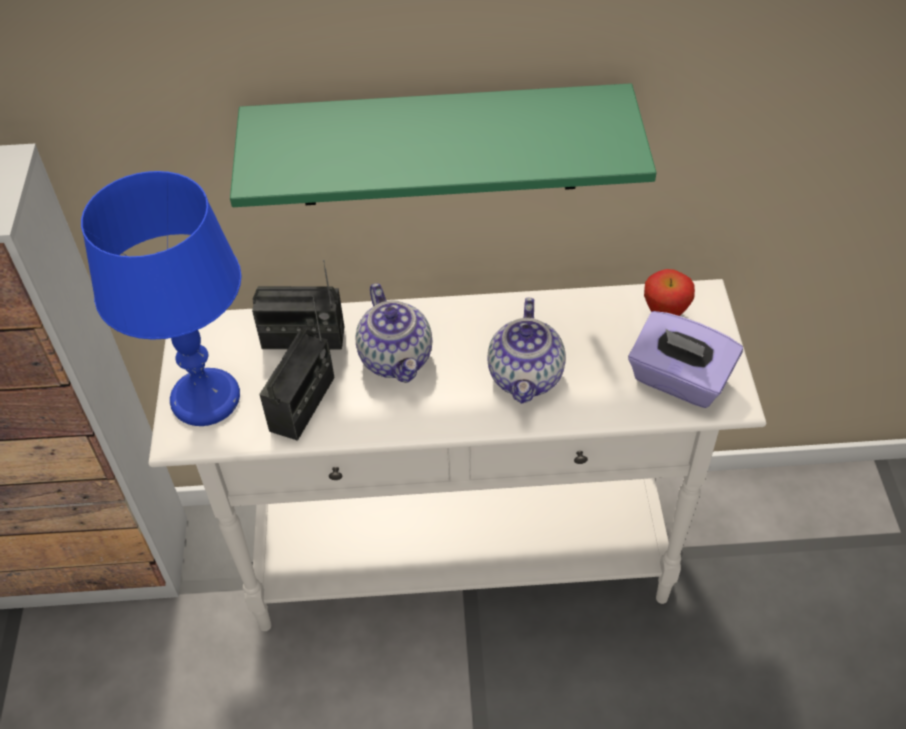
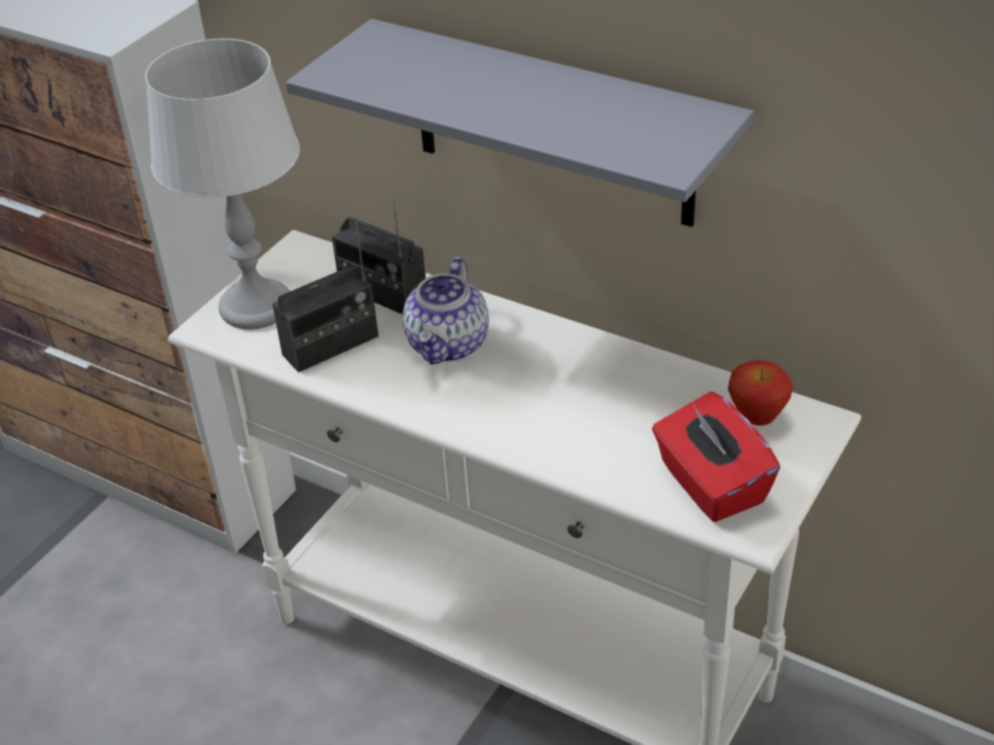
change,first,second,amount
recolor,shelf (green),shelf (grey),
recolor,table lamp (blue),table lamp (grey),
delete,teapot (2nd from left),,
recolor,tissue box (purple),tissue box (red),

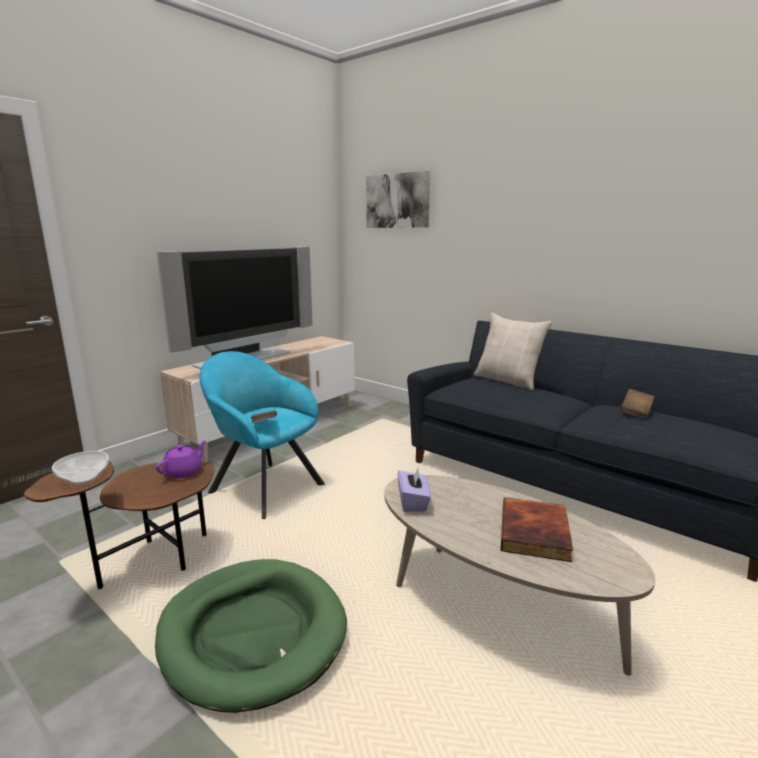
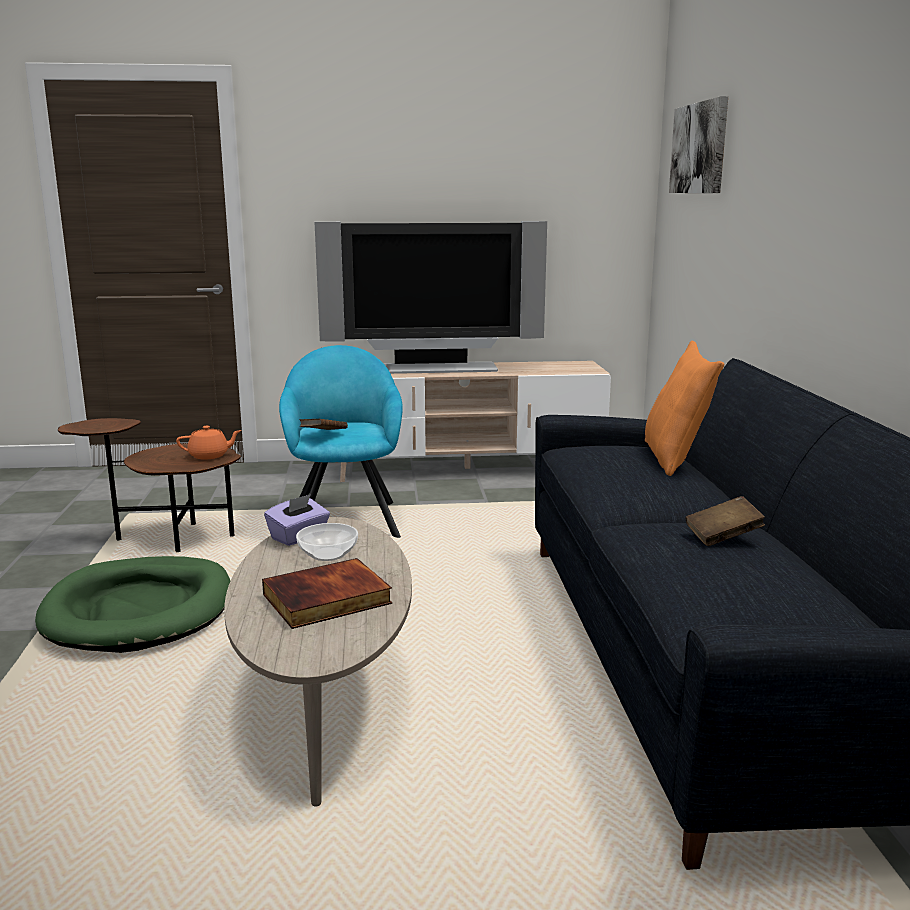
change,first,second,amount
recolor,pillow (beige),pillow (orange),
recolor,teapot (purple),teapot (orange),
move,bowl,,

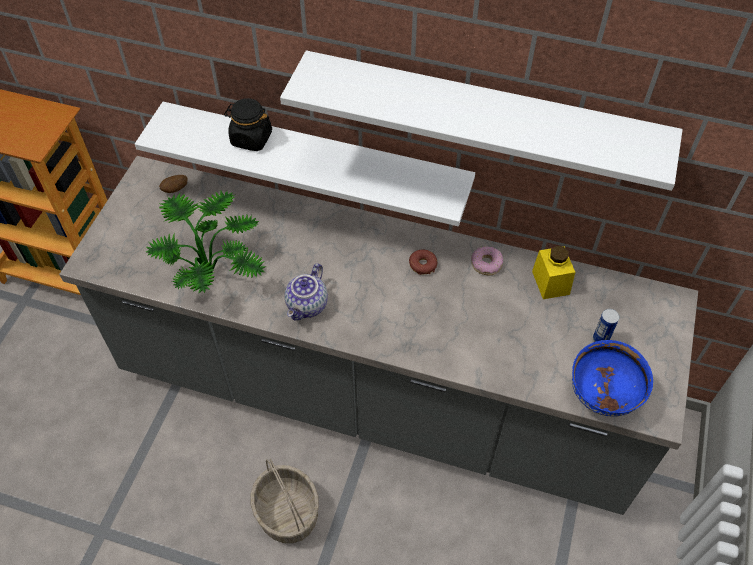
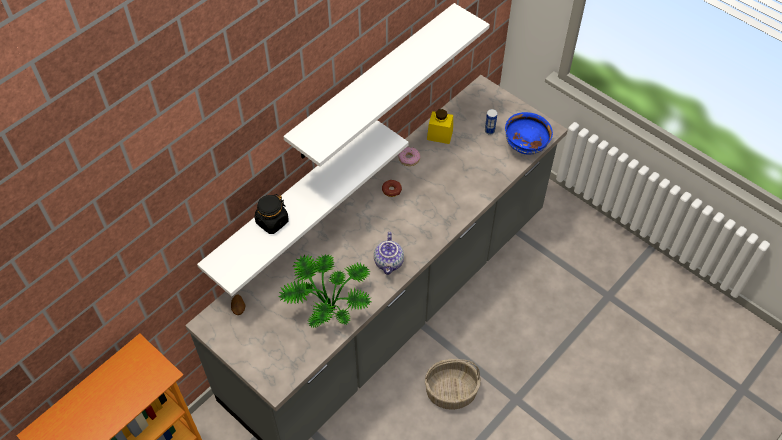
change,first,second,amount
rotate,teapot,,45 degrees clockwise

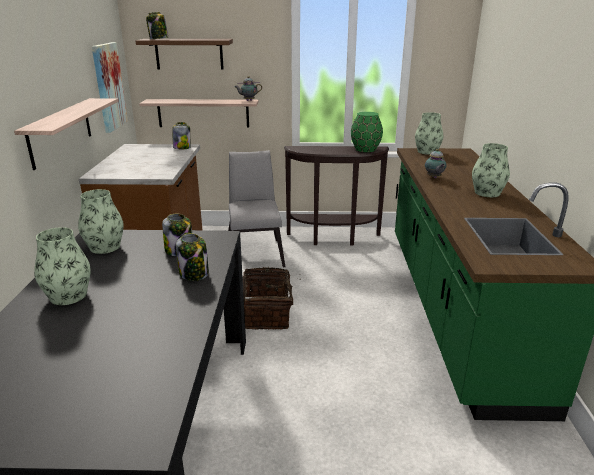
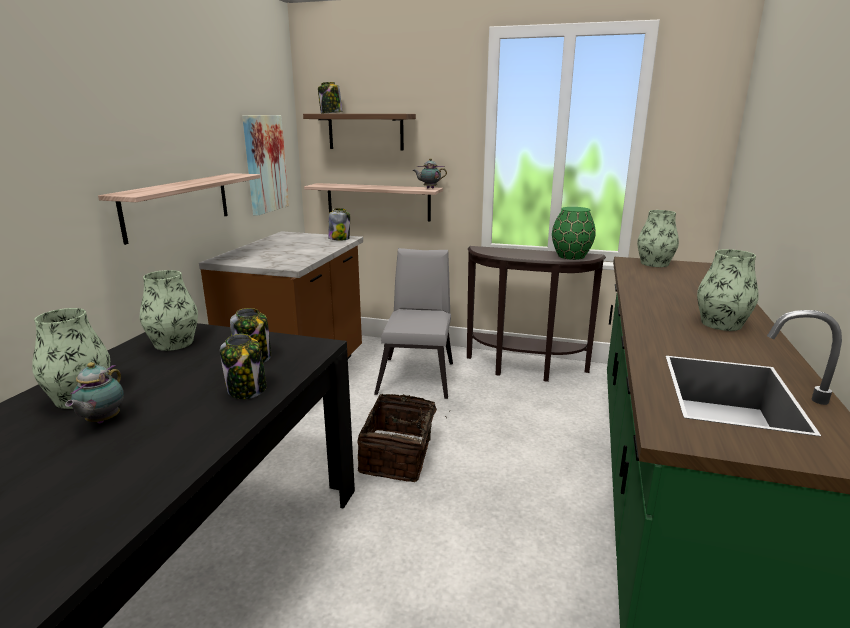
change,first,second,amount
move,teapot (2nd from left in the first image),teapot (1st from left),

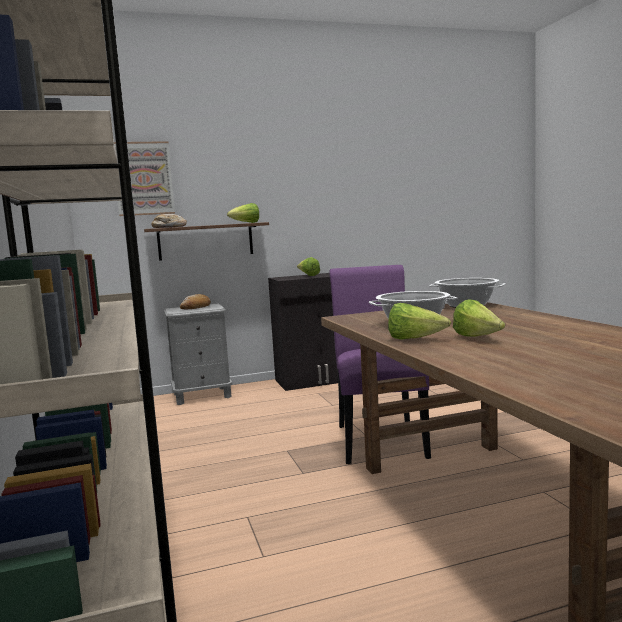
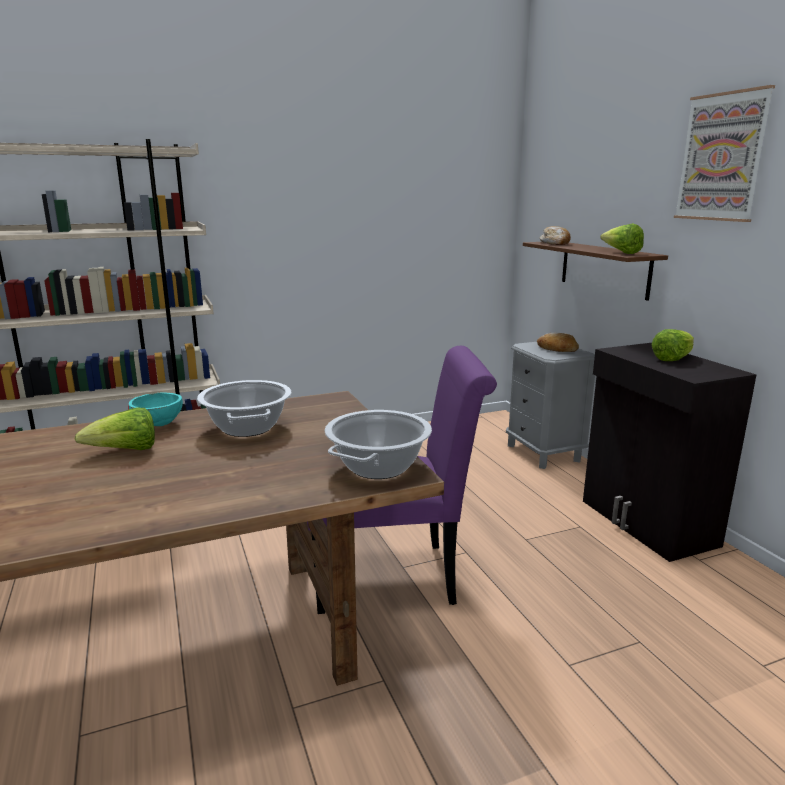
change,first,second,amount
move,picture,,
replace,lettuce (3rd from left),bowl (turquoise),

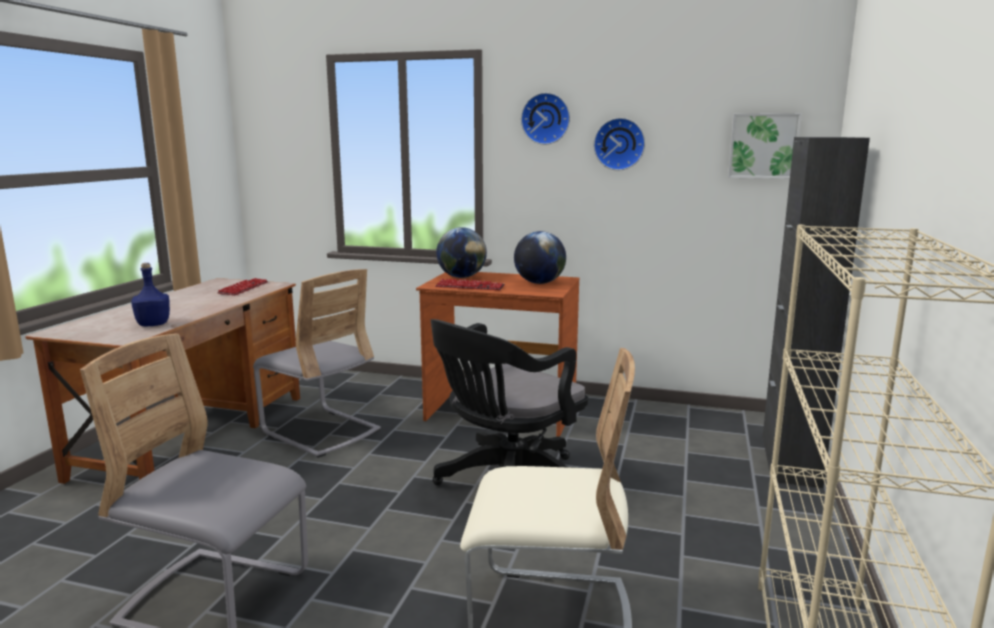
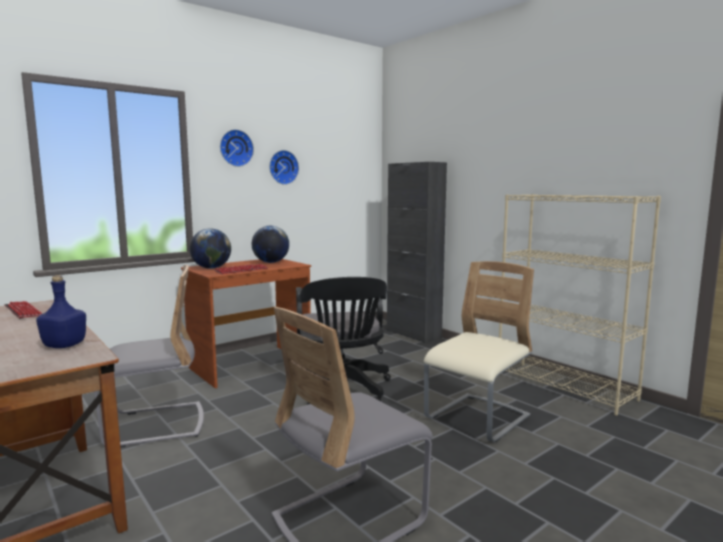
change,first,second,amount
delete,picture,,

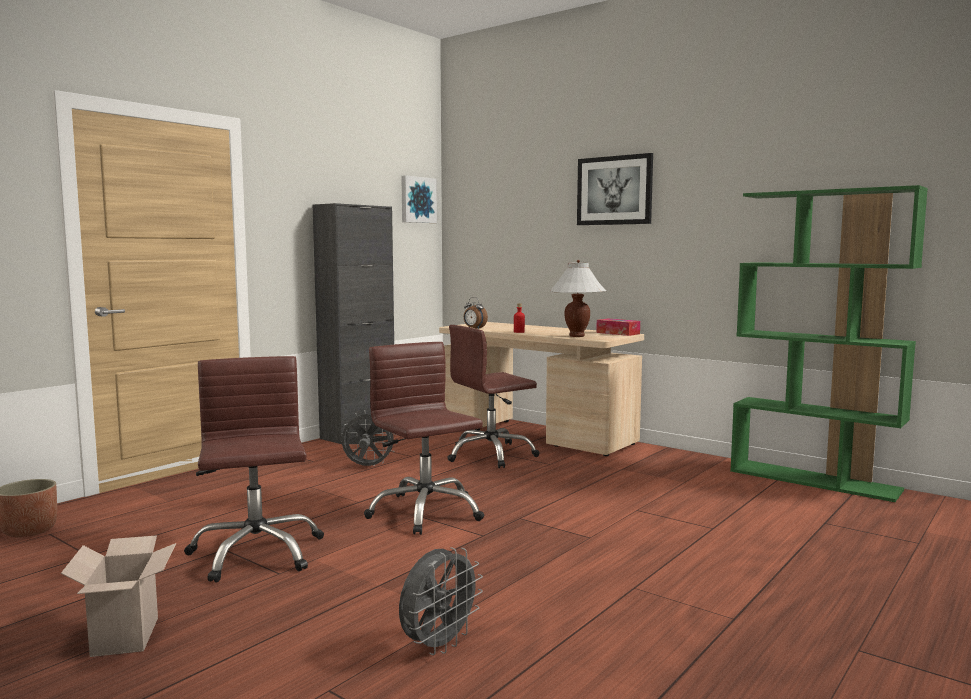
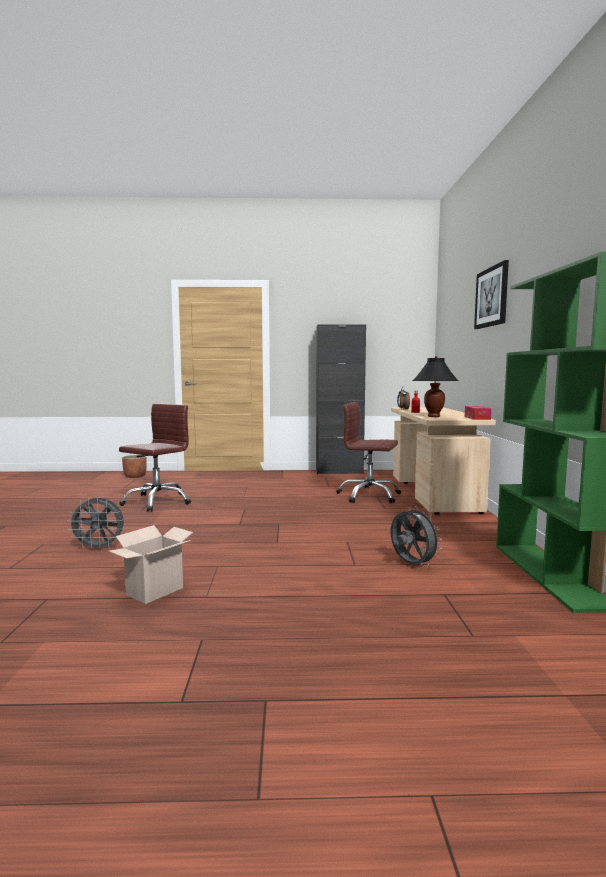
change,first,second,amount
delete,picture (1st from left),,
recolor,table lamp (white),table lamp (black),
delete,office chair (brown) (2nd from left),,
move,fan (grey) (1st from left in the first image),fan (grey) (2nd from left),
move,cardboard box,,

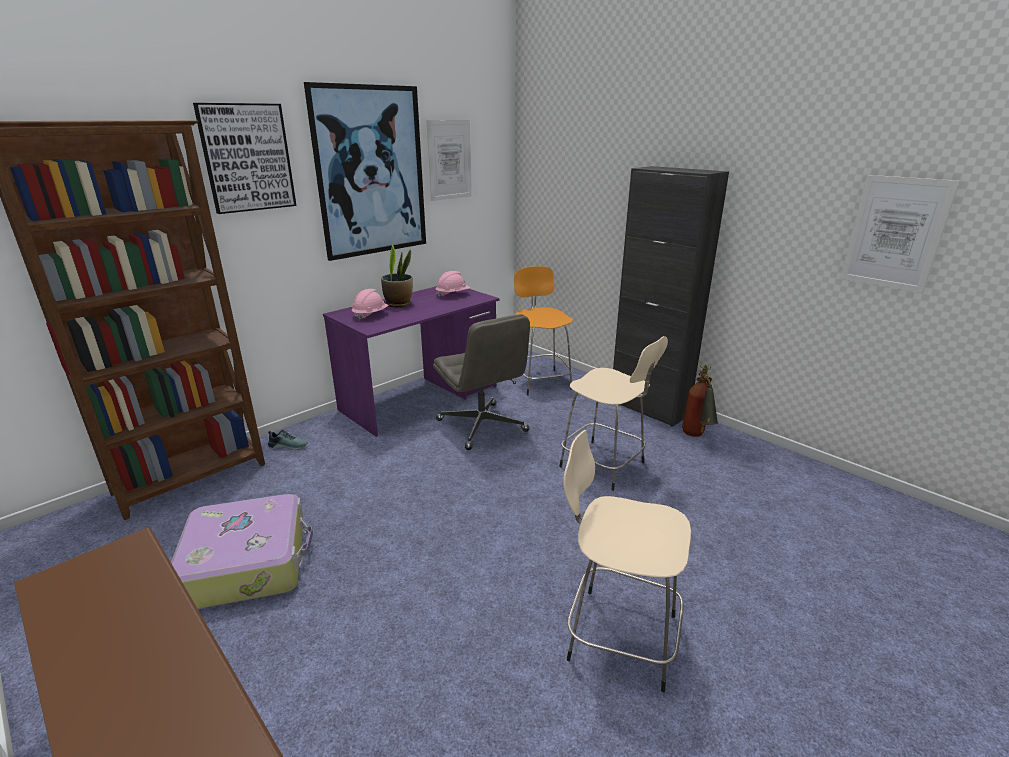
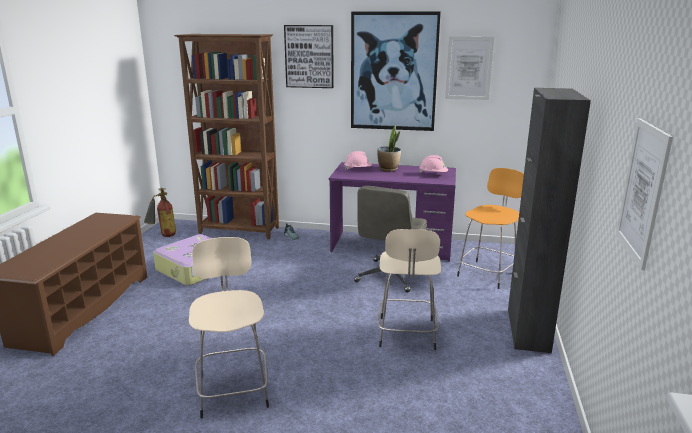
change,first,second,amount
move,fire extinguisher,,

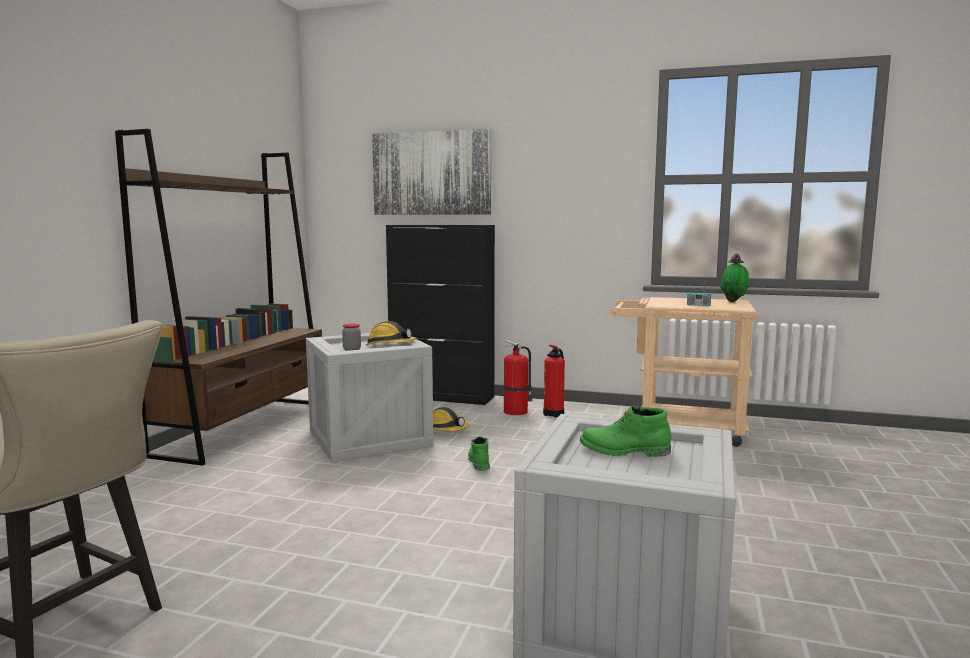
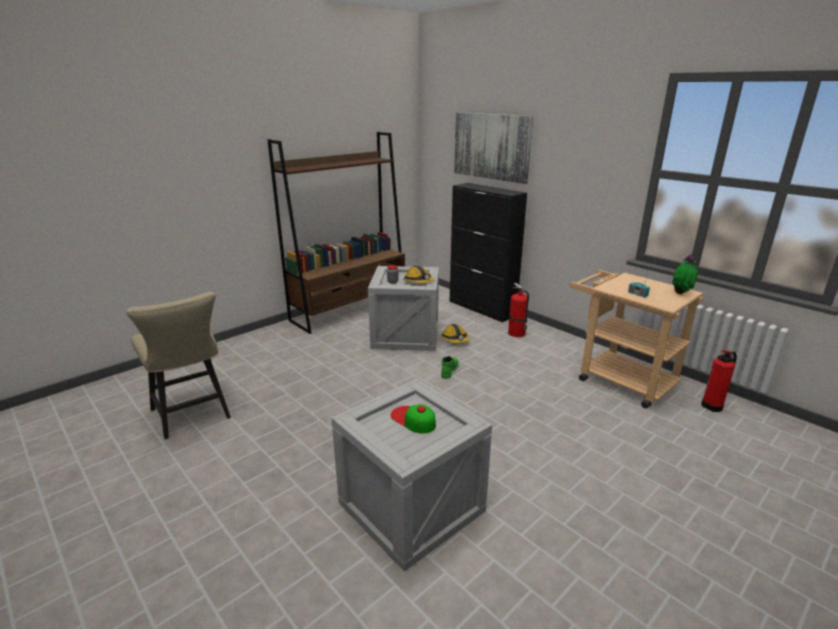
change,first,second,amount
move,fire extinguisher (2nd from left),,
replace,boot (green) (2nd from left),cap,

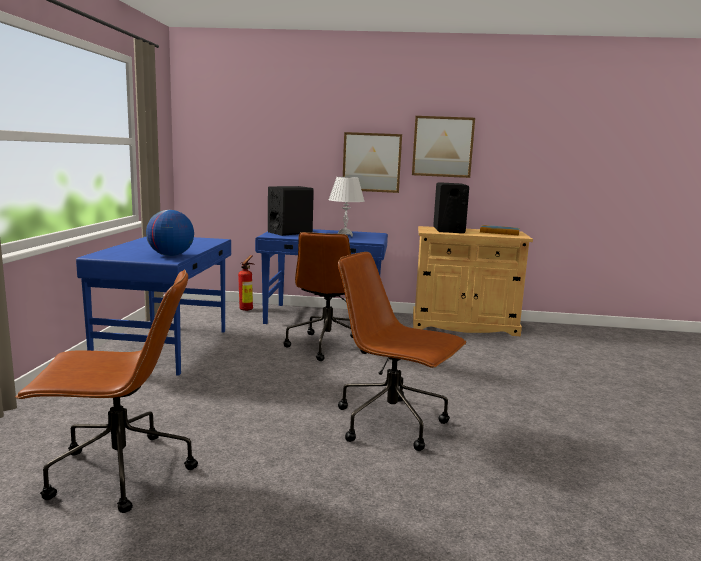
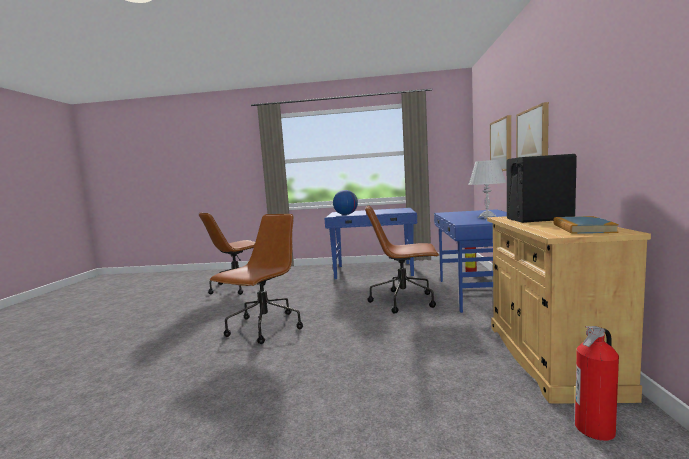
change,first,second,amount
move,picture (2nd from left in the first image),picture (1st from left),
delete,speaker (black) (1st from left),,
rotate,office chair (brown) (1st from left),,60 degrees clockwise
insert,,fire extinguisher (2nd from left),

